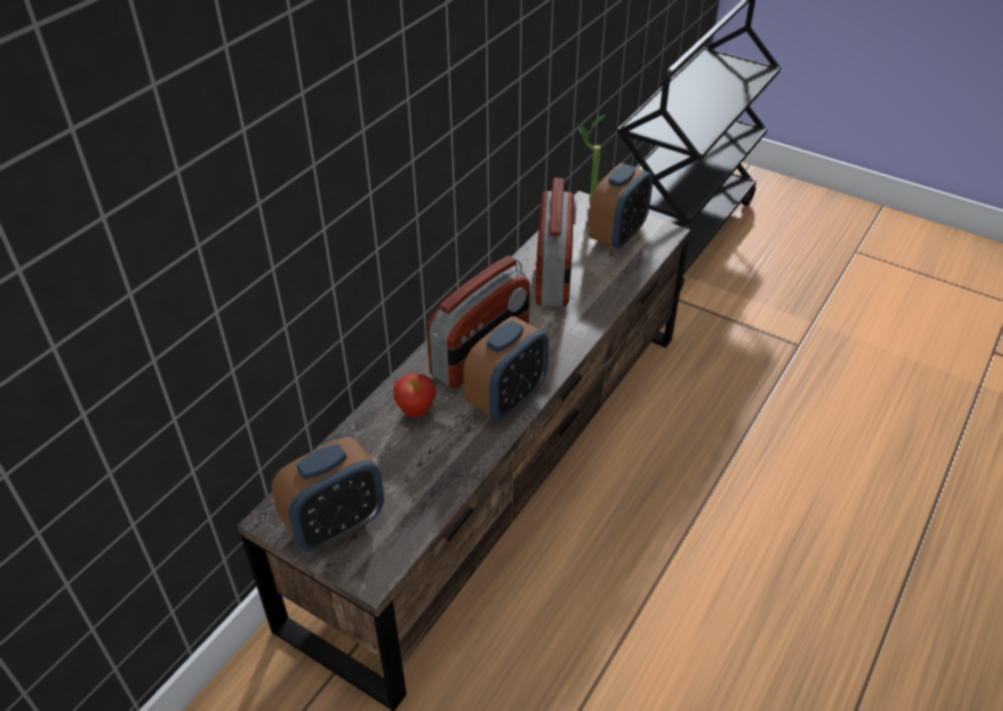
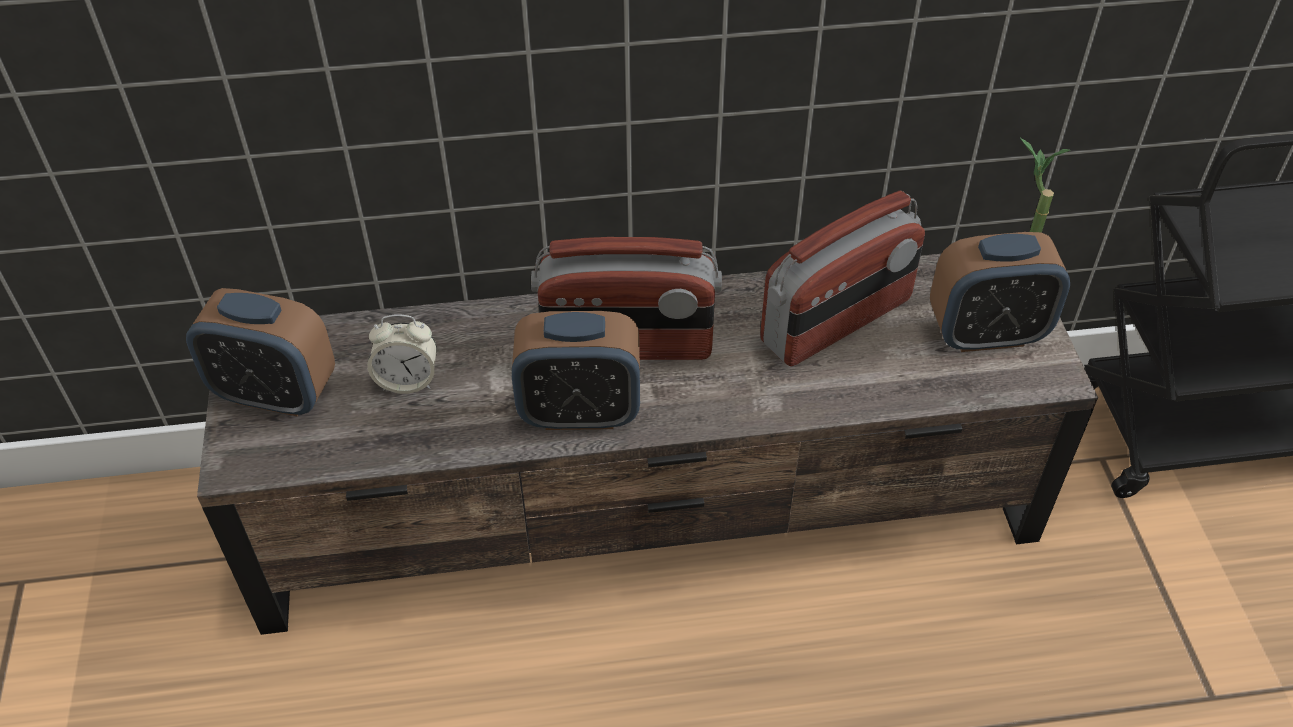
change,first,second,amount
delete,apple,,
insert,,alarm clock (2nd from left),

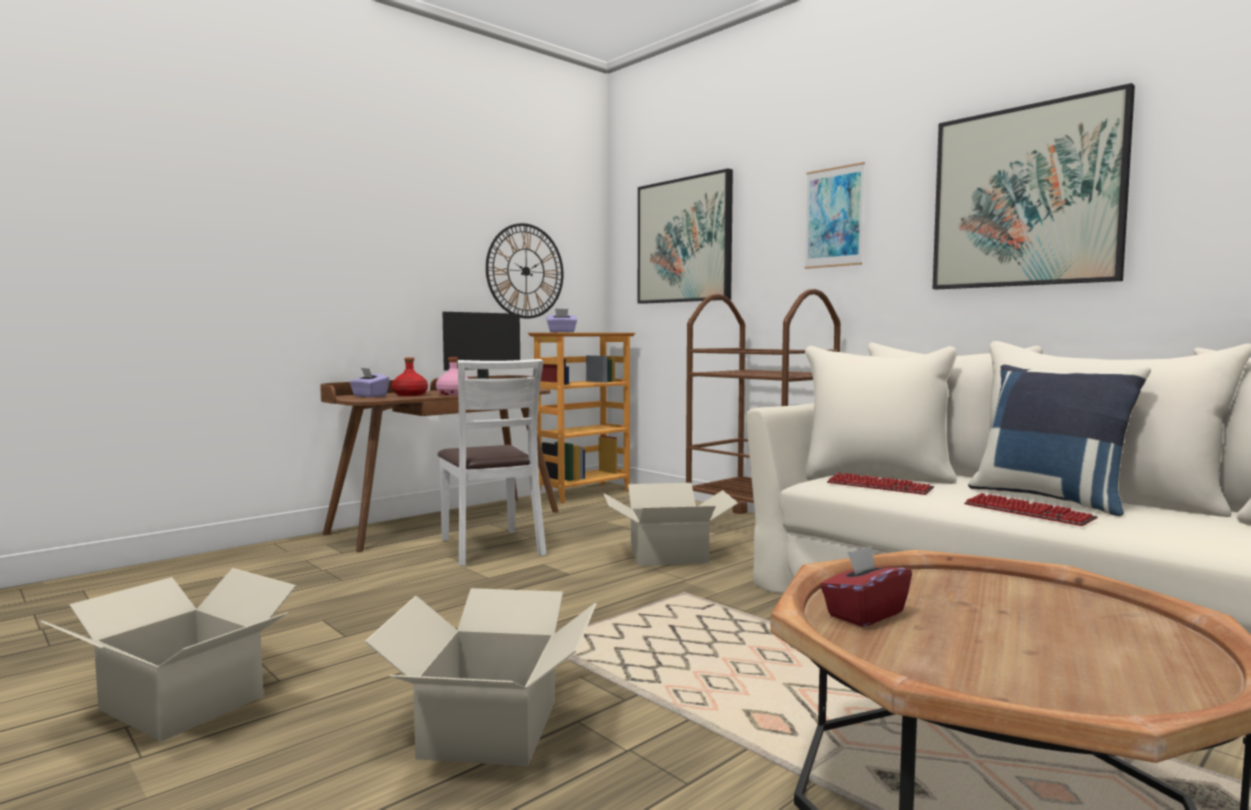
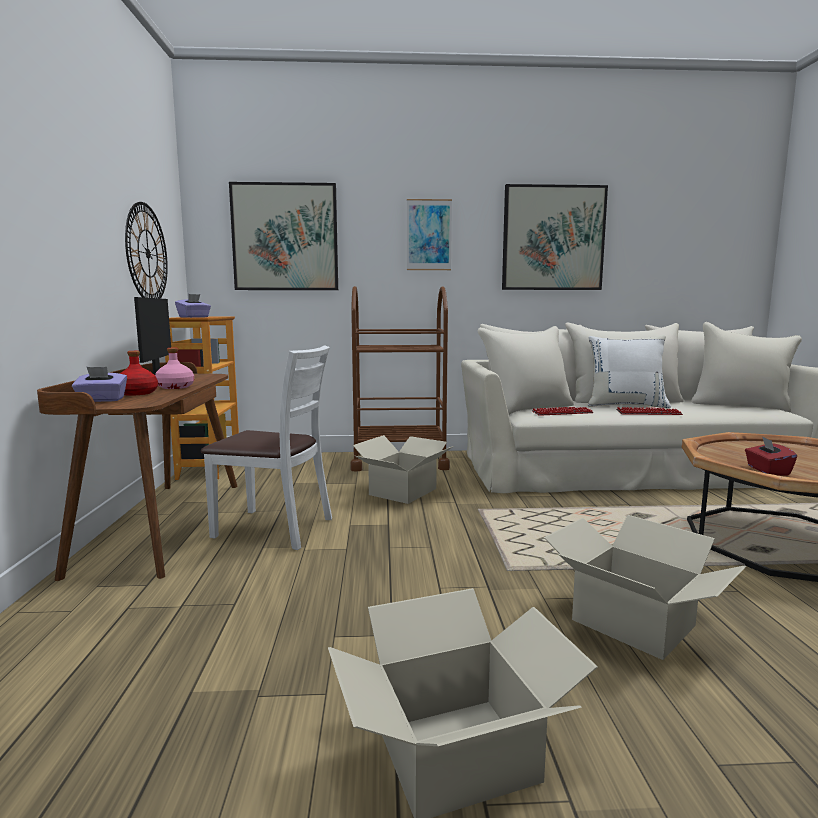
change,first,second,amount
recolor,pillow (blue),pillow (white),

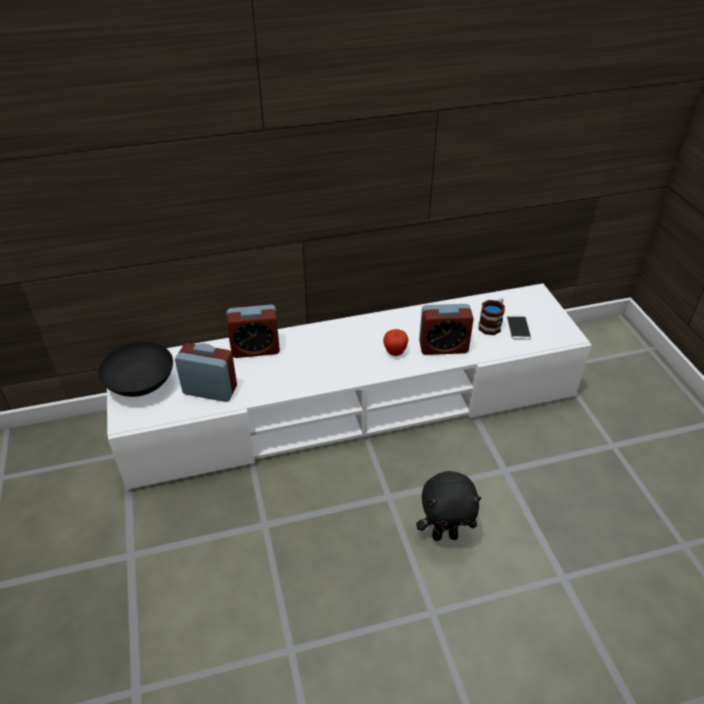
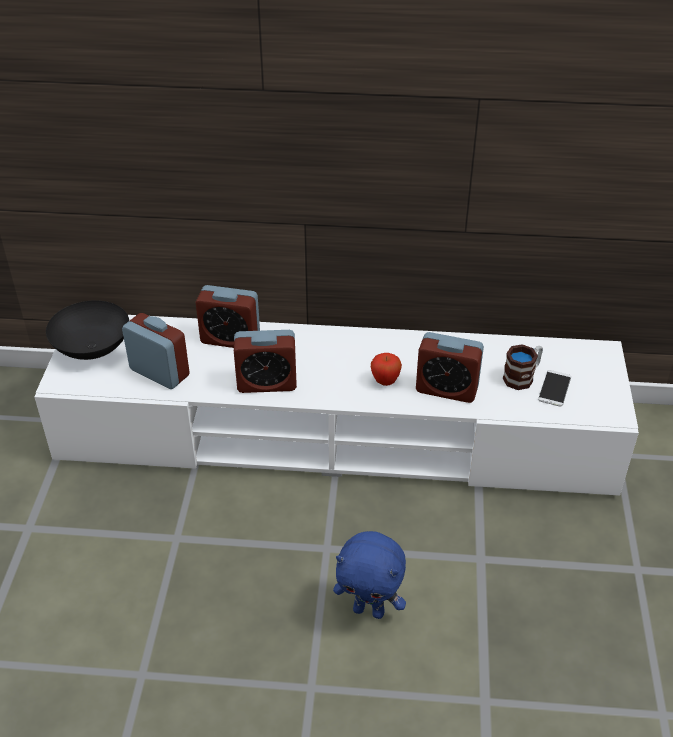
change,first,second,amount
recolor,plush toy (black),plush toy (blue),
insert,,alarm clock (3rd from left),

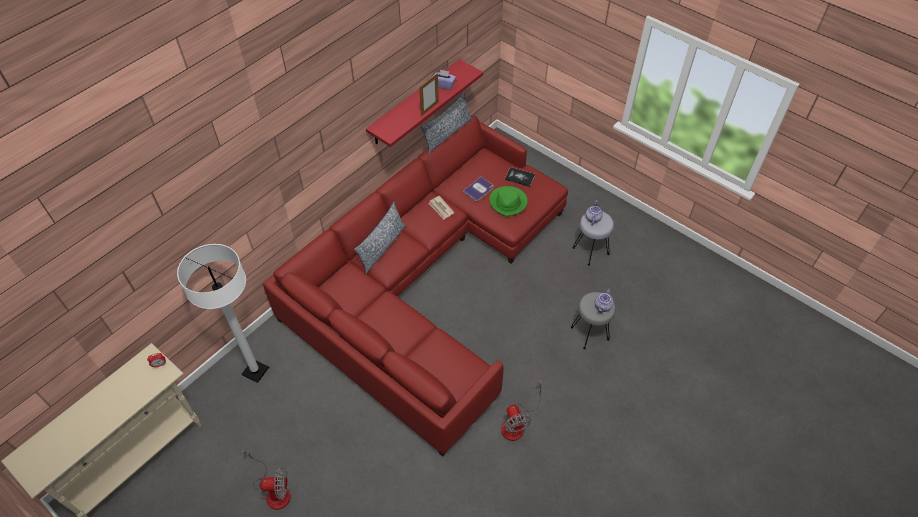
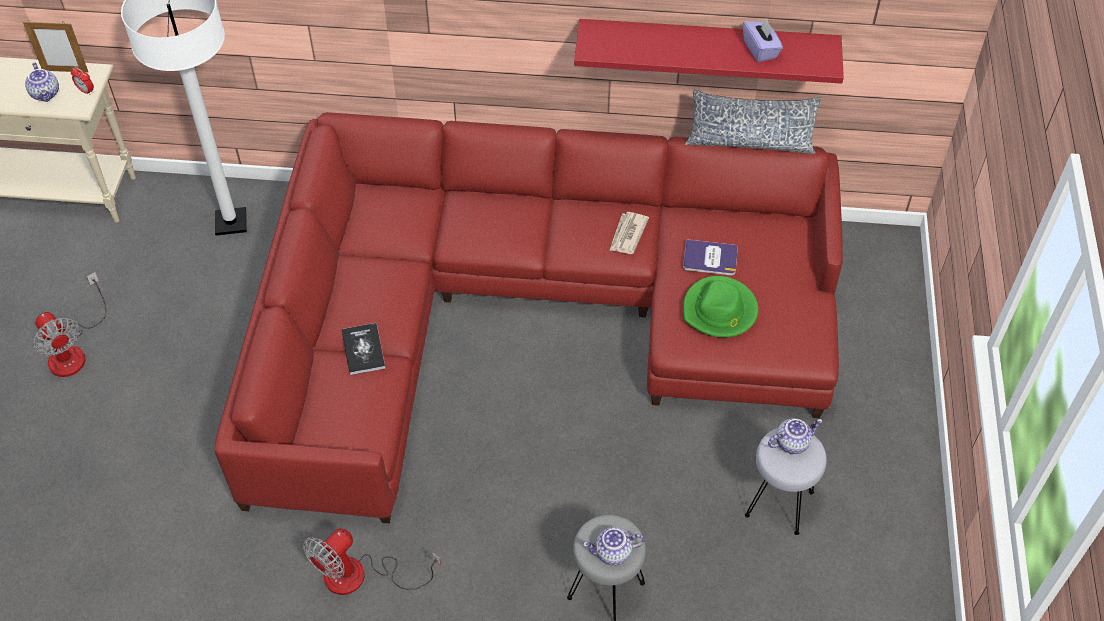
change,first,second,amount
move,picture frame,,
move,book (2nd from left in the first image),book (1st from left),
delete,pillow (1st from left),,
insert,,teapot (1st from left),

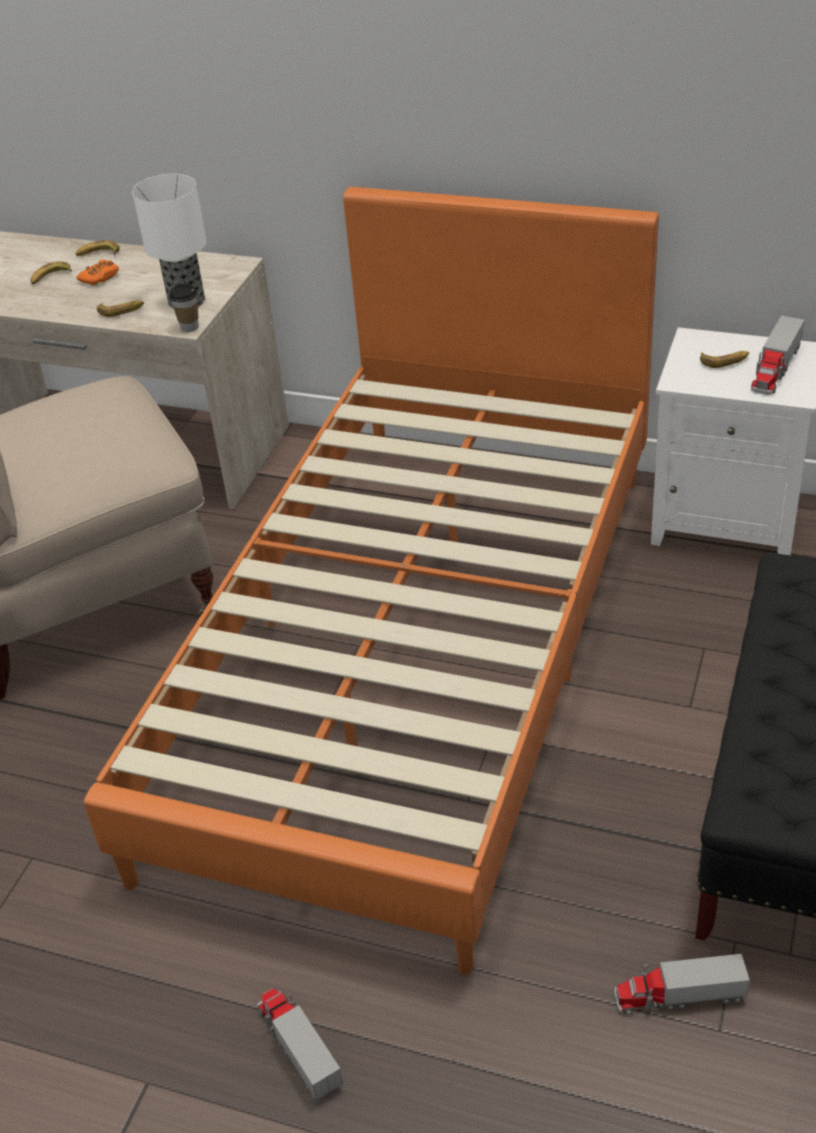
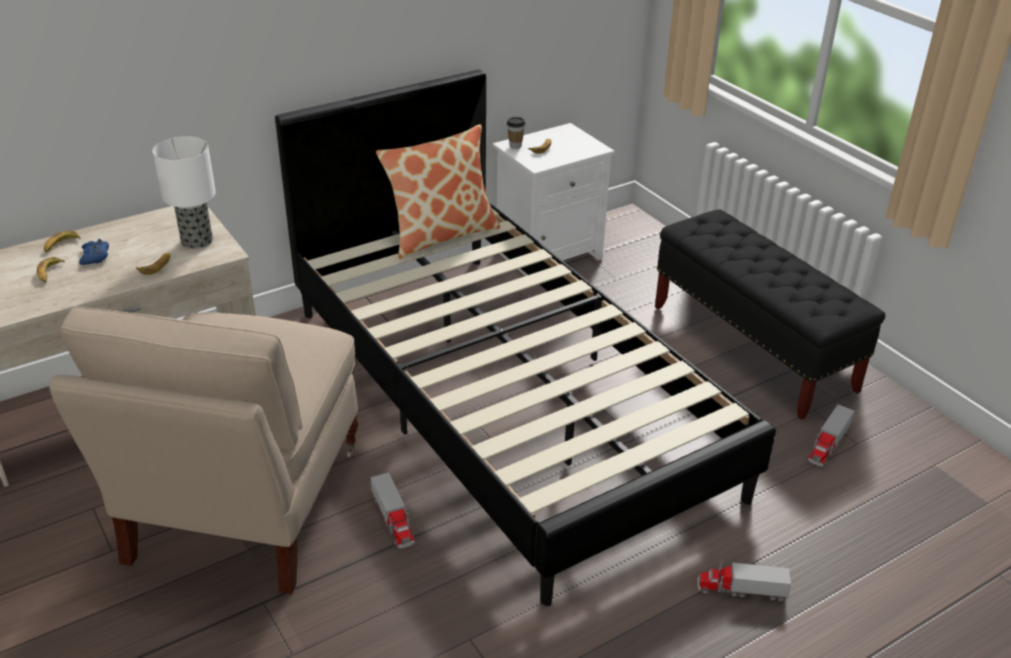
change,first,second,amount
recolor,bed (orange),bed (black),
recolor,game controller (orange),game controller (blue),
move,cup,,
move,toy truck (3rd from left in the first image),toy truck (1st from left),
insert,,pillow,

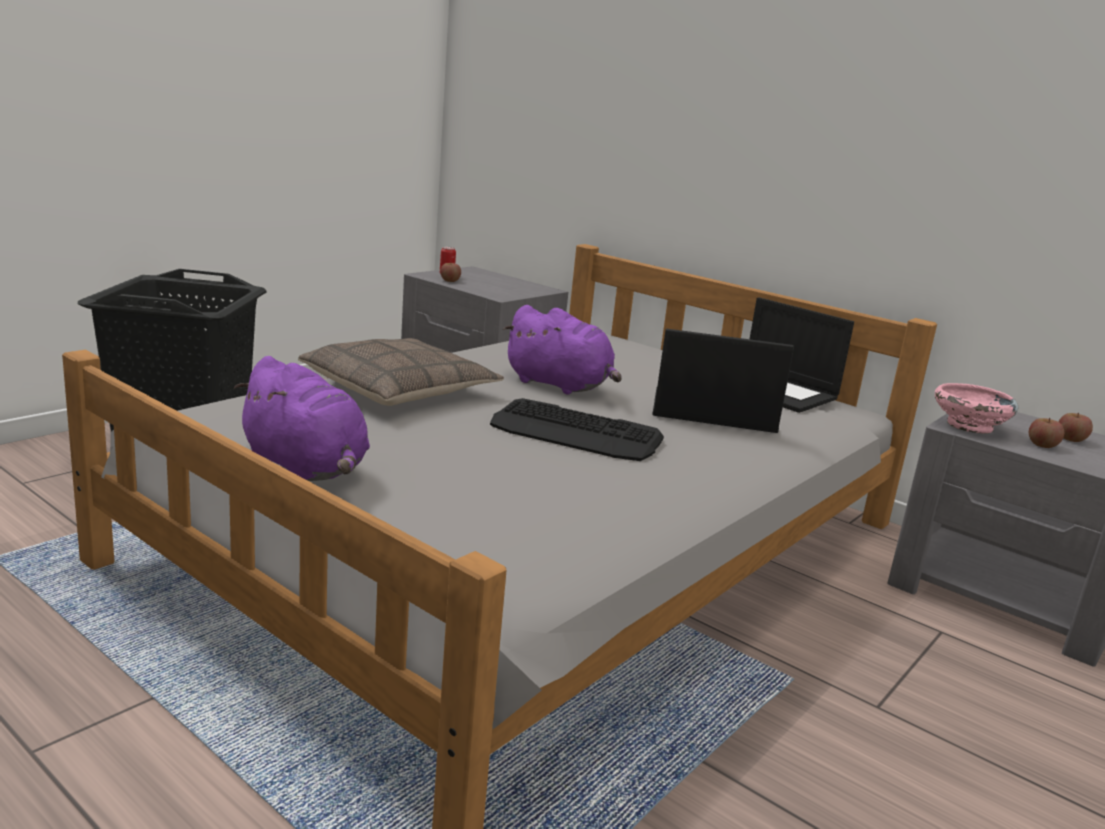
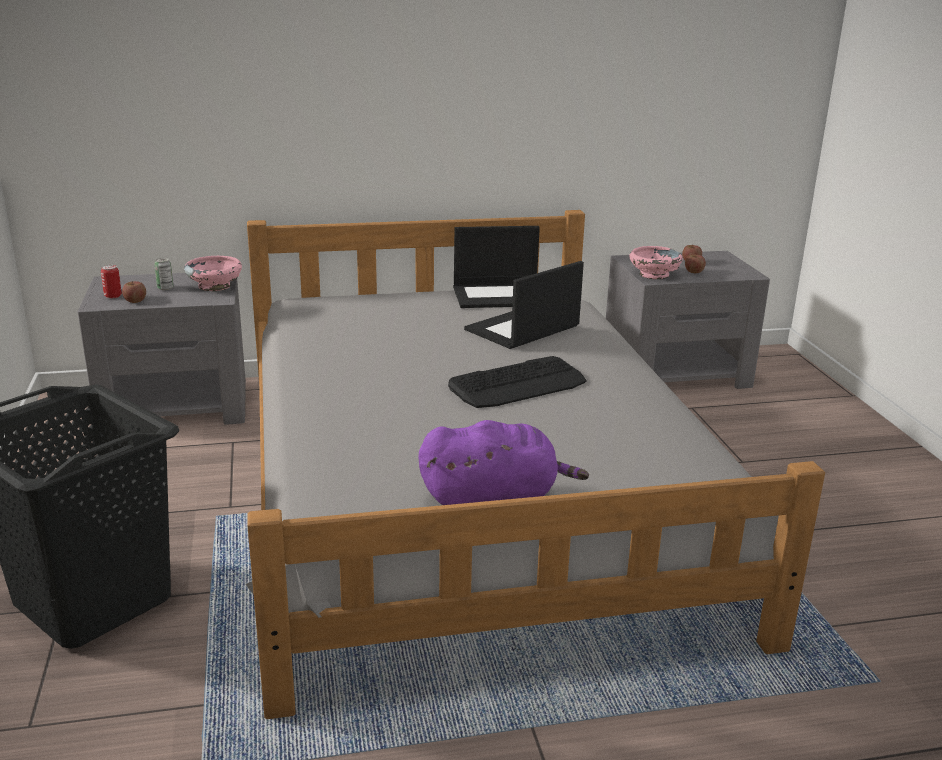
change,first,second,amount
delete,plush toy (purple) (2nd from left),,
delete,pillow,,
insert,,bowl (pink) (1st from left),
insert,,can (2nd from left),

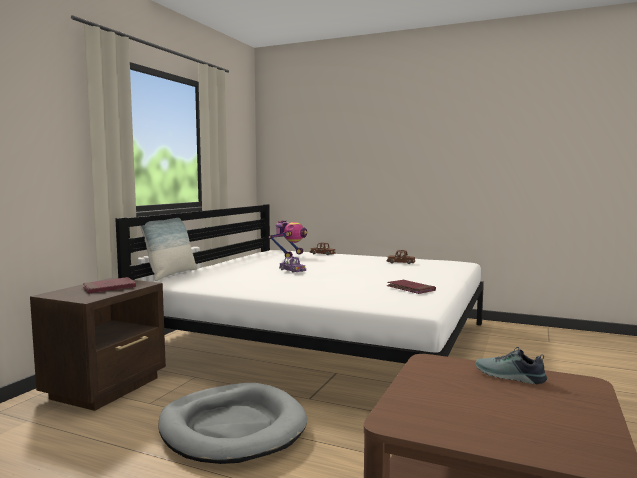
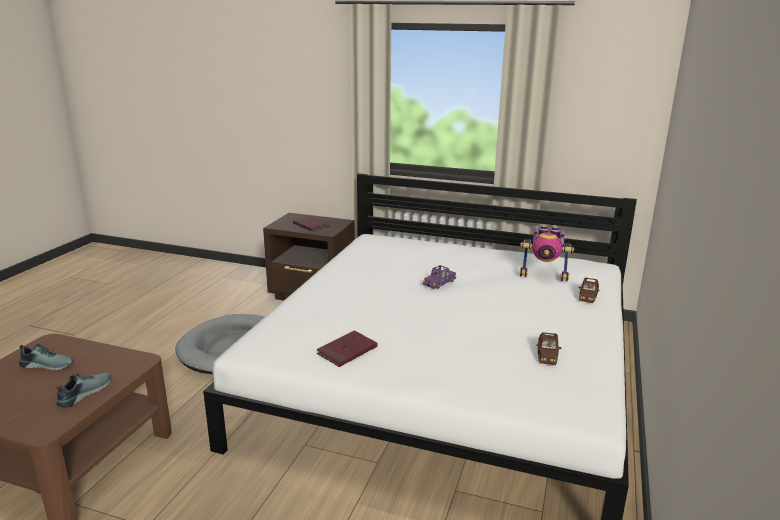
change,first,second,amount
delete,pillow,,
insert,,shoe (1st from left),

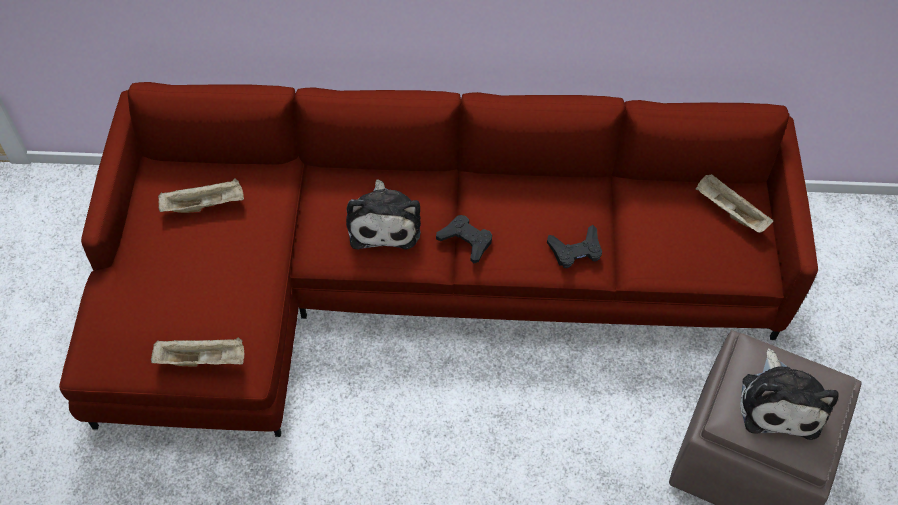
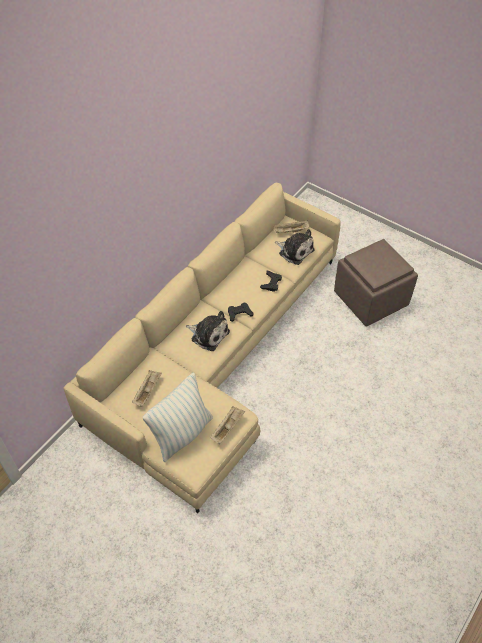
change,first,second,amount
recolor,sofa (red),sofa (beige),
move,plush toy (2nd from left),,
insert,,pillow,

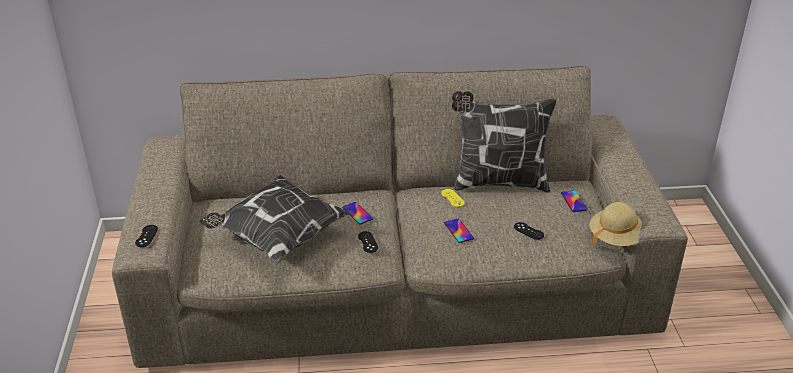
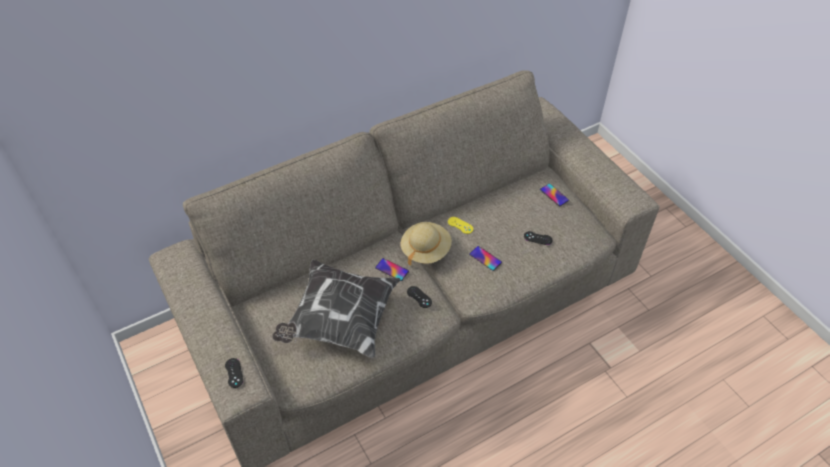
change,first,second,amount
delete,pillow (2nd from left),,
move,hat (beige),,

